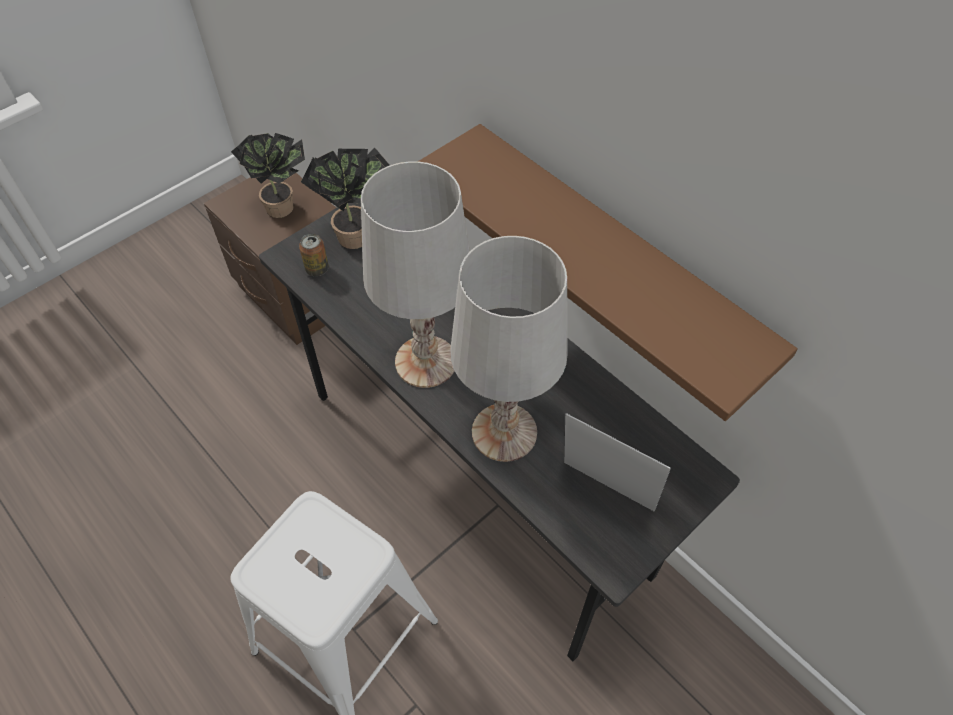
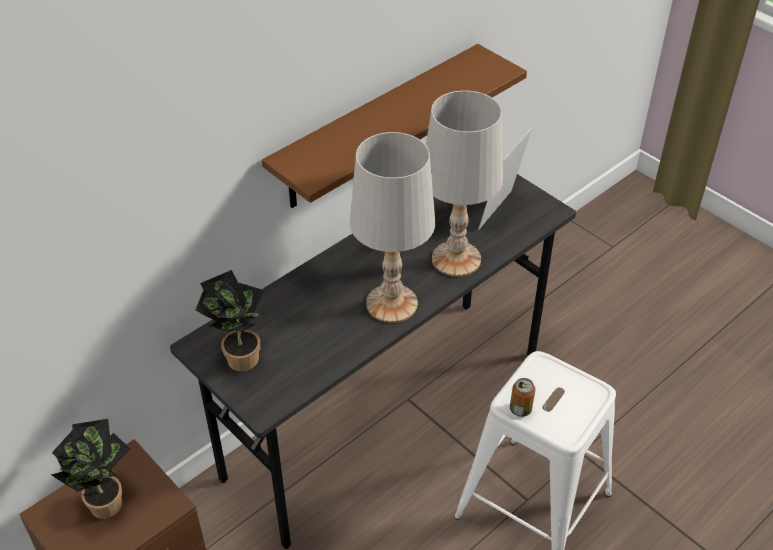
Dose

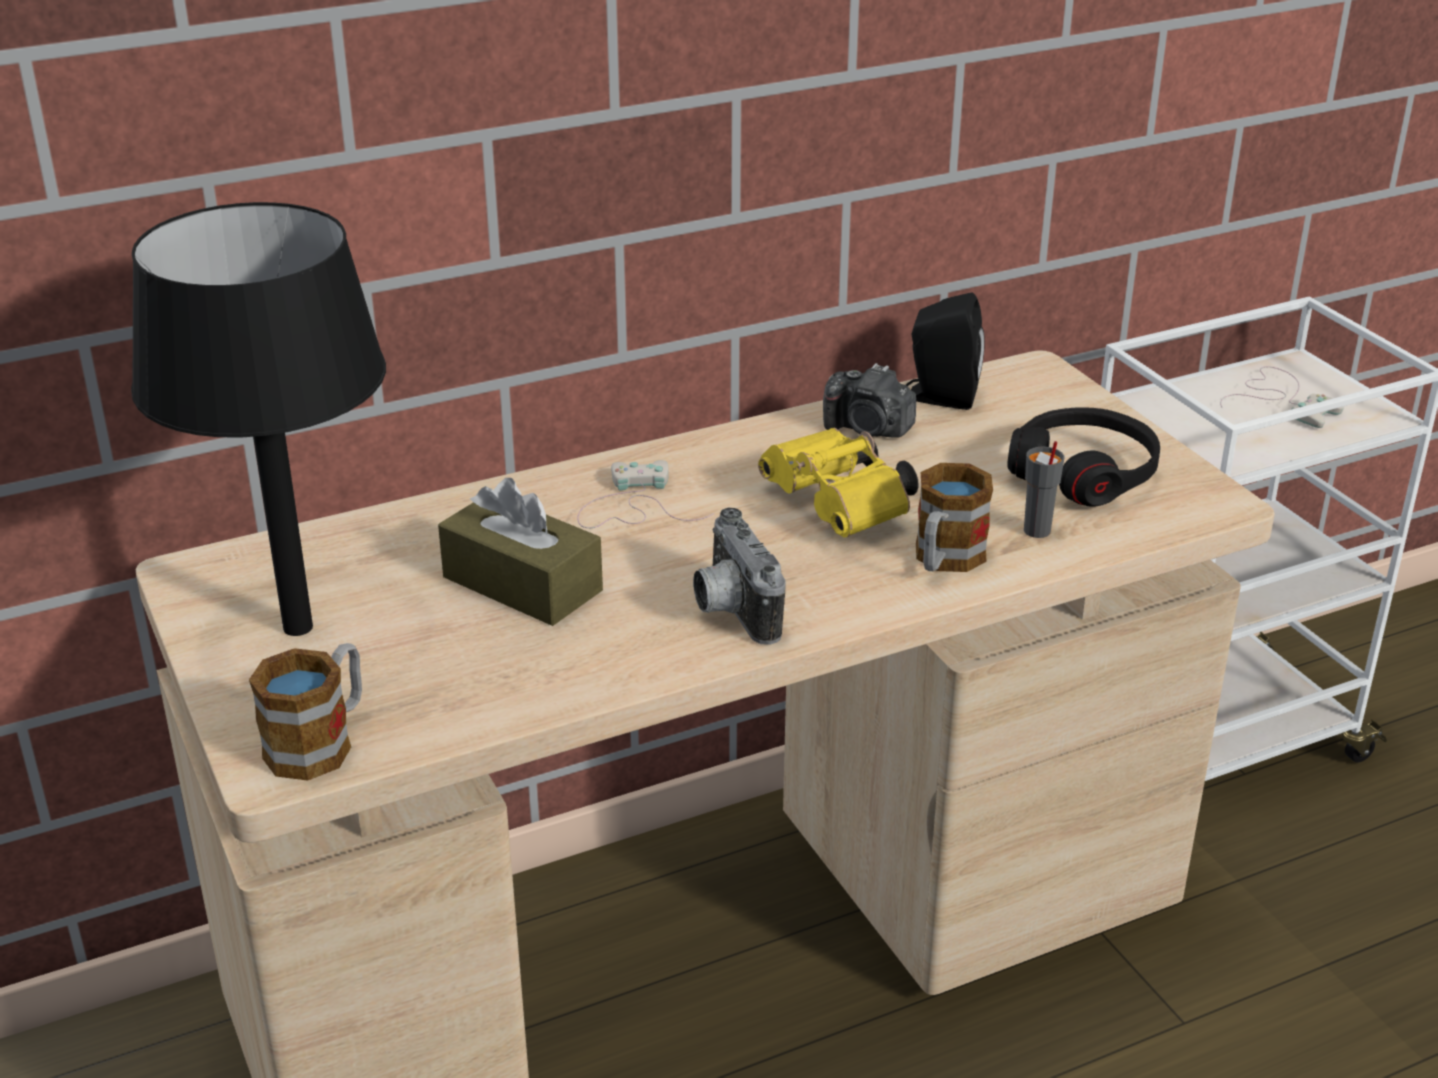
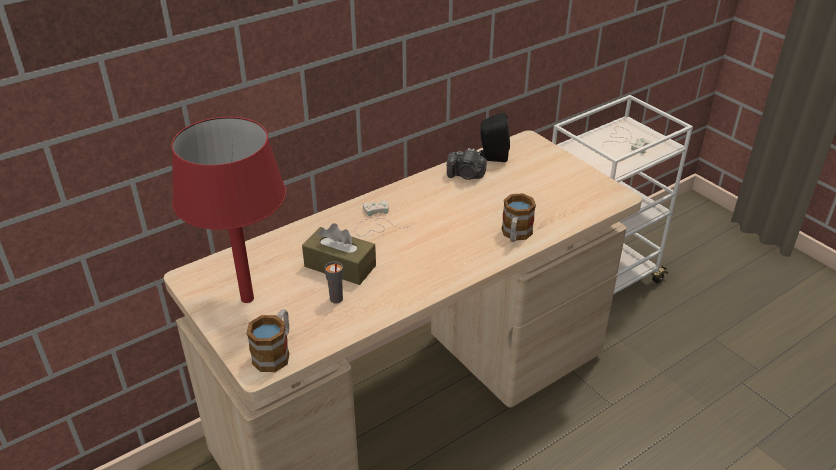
Tischlampe [rot]; Tasse [grau]; Kamera (no. 1 from left in the first image); Fernglas [gelb]; Kopfhörer [schwarz]

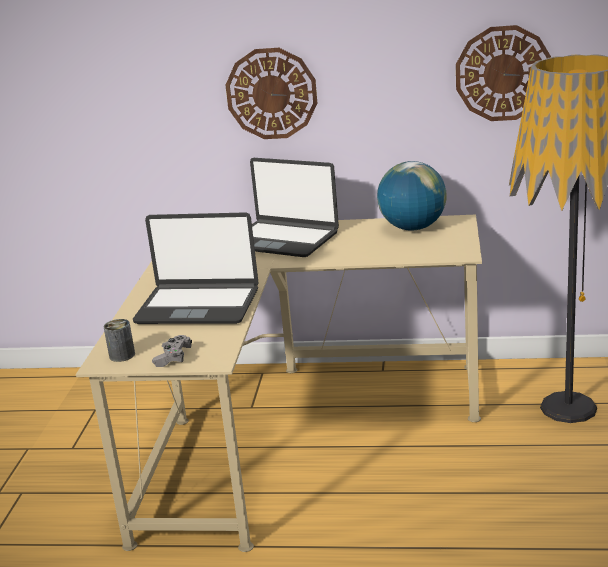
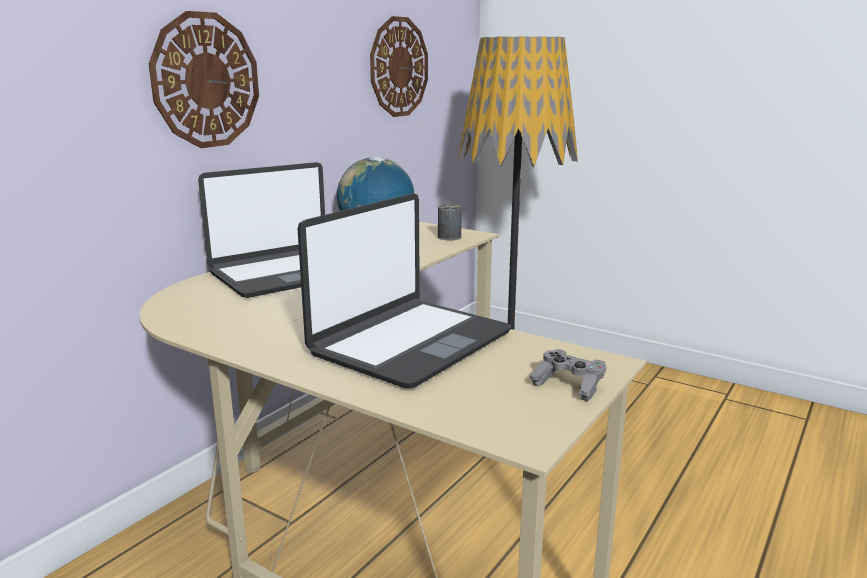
Dose

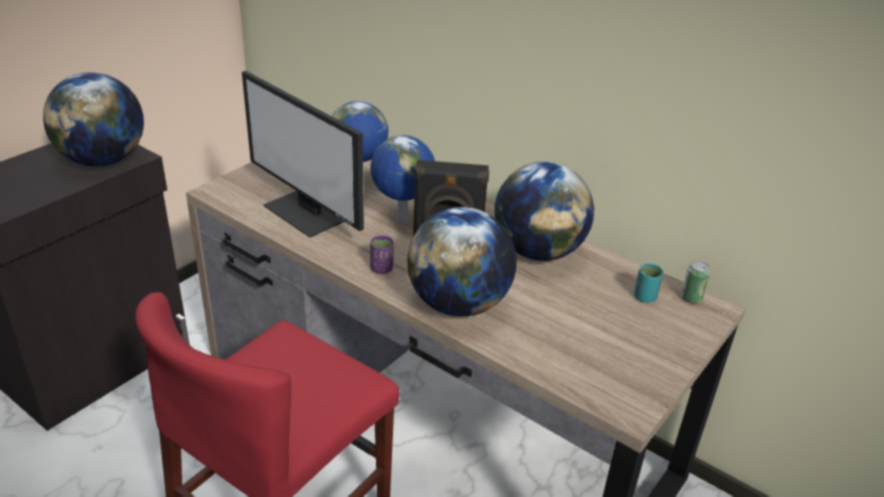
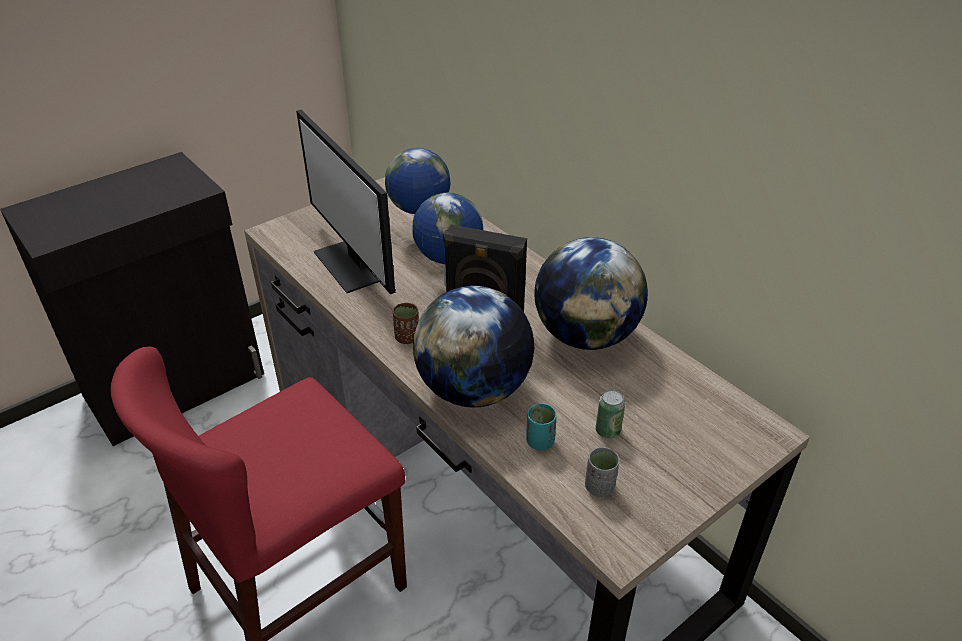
Tasse [braun]; Tasse [türkis]; Tasse [grau]; Dose; Globus (no. 1 from left in the first image)

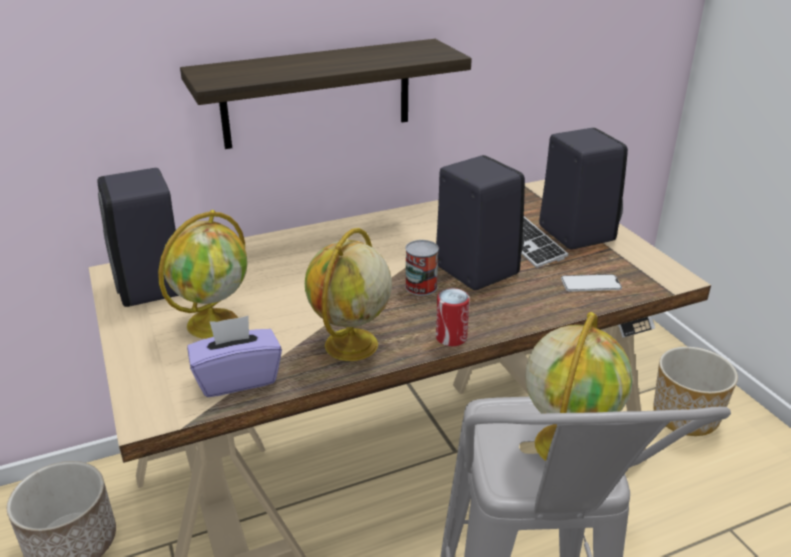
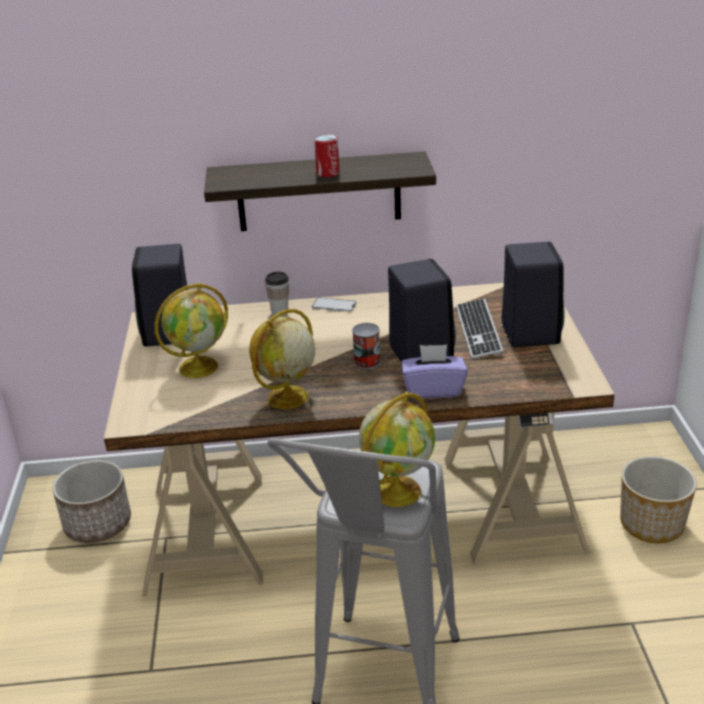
Tasse; Handy; Dose (no. 1 from left); Taschentuchbox [lila]

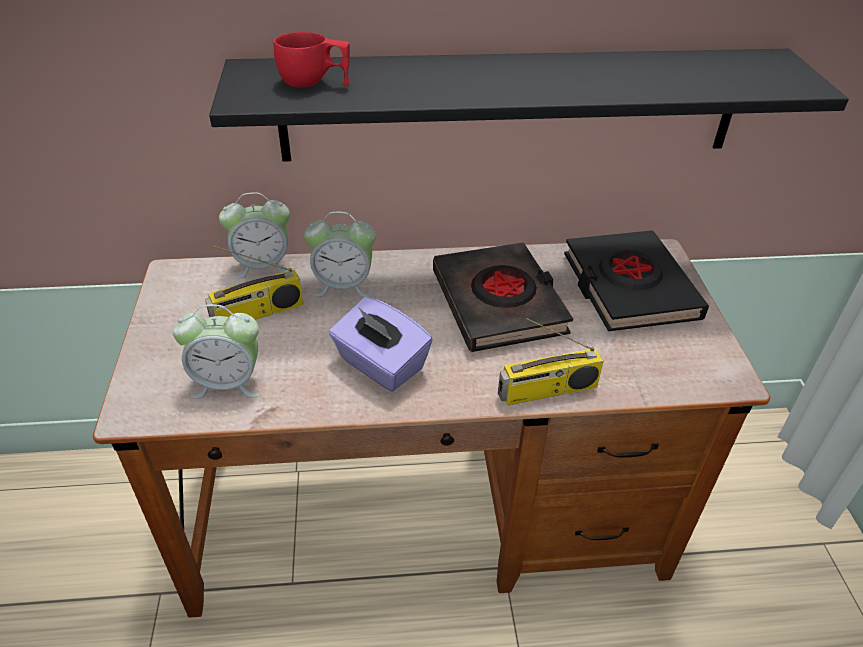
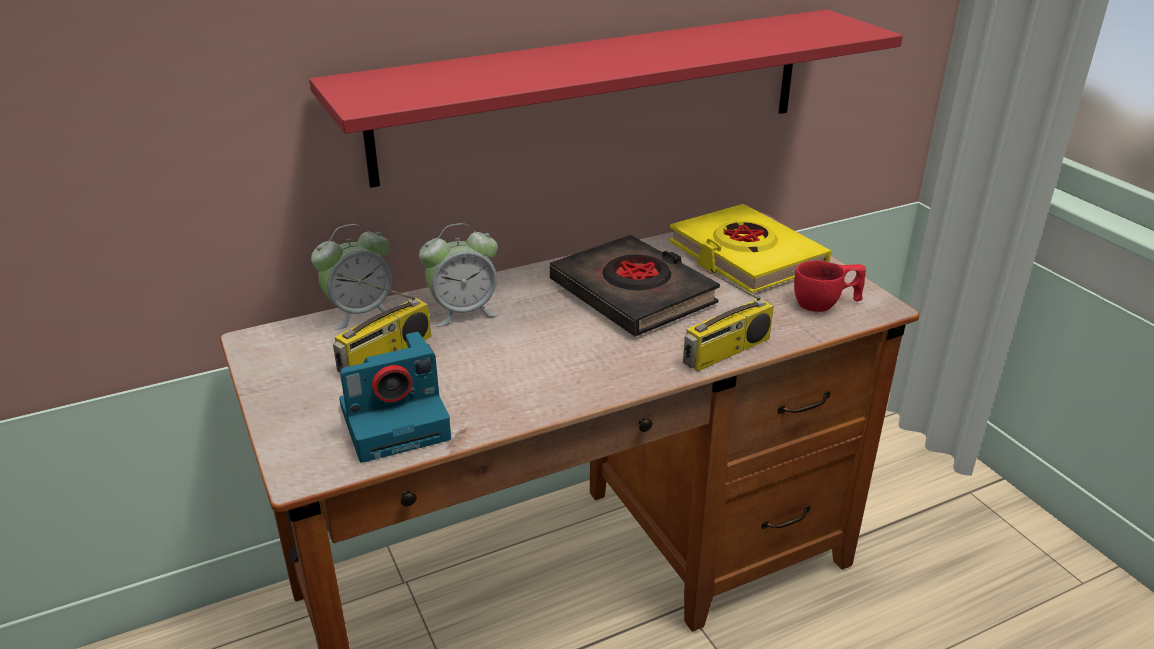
Wandregal [rot]; Kamera; Buch [gelb]; Tasse [rot]; Taschentuchbox [lila]

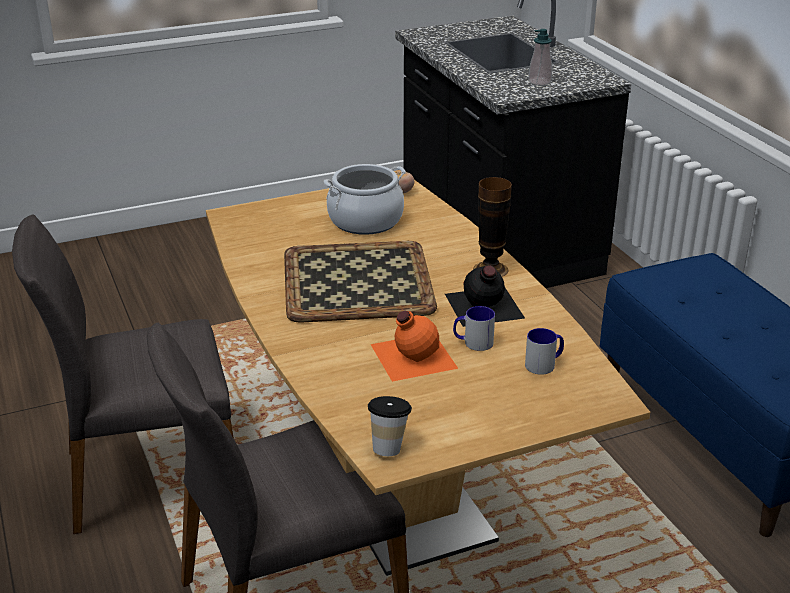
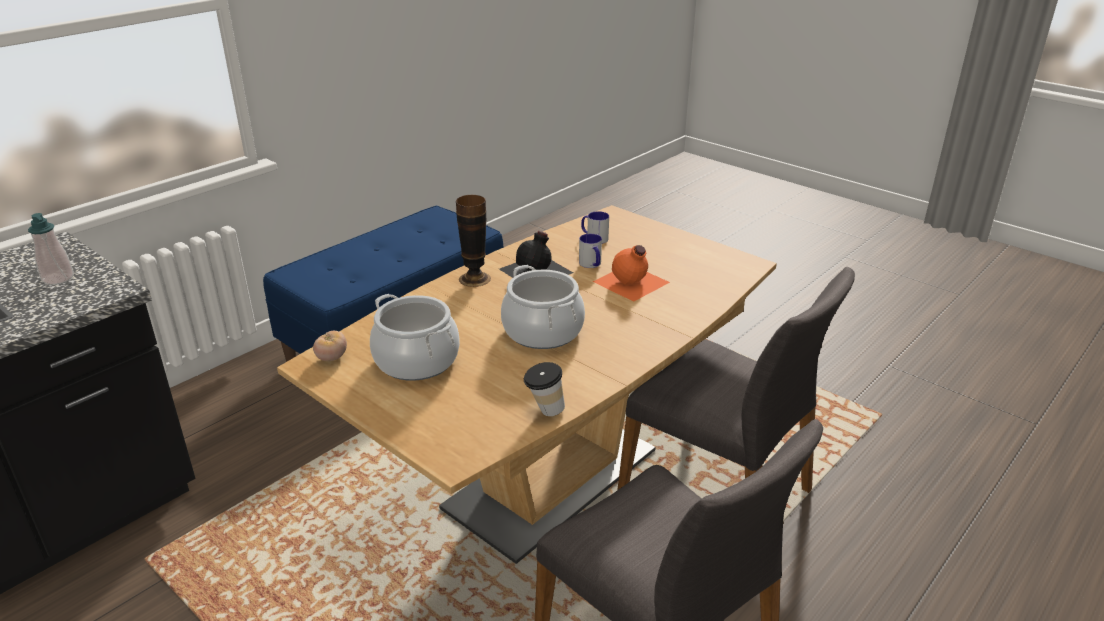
Kochtopf (no. 2 from left); Tasse

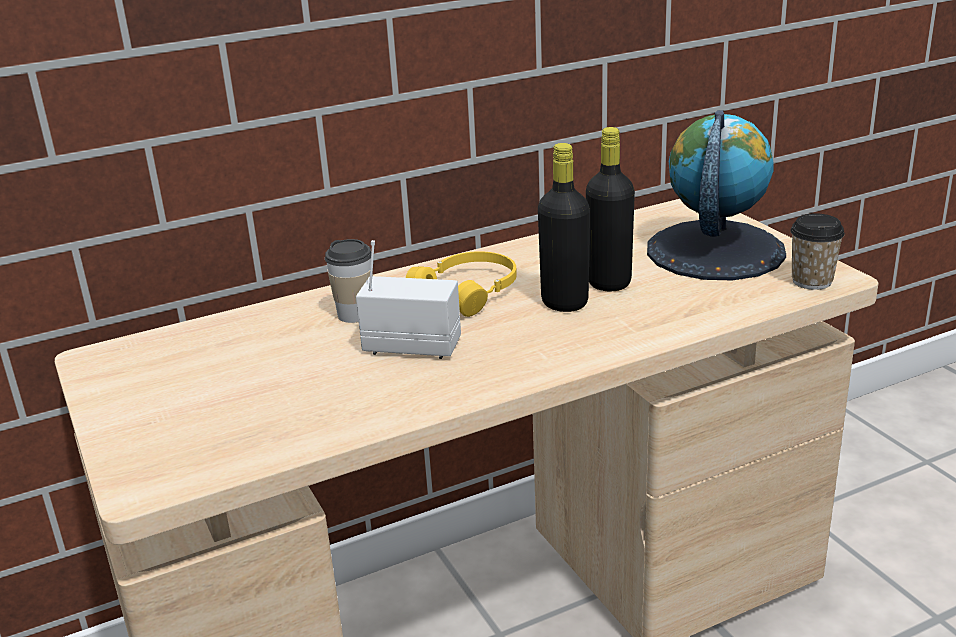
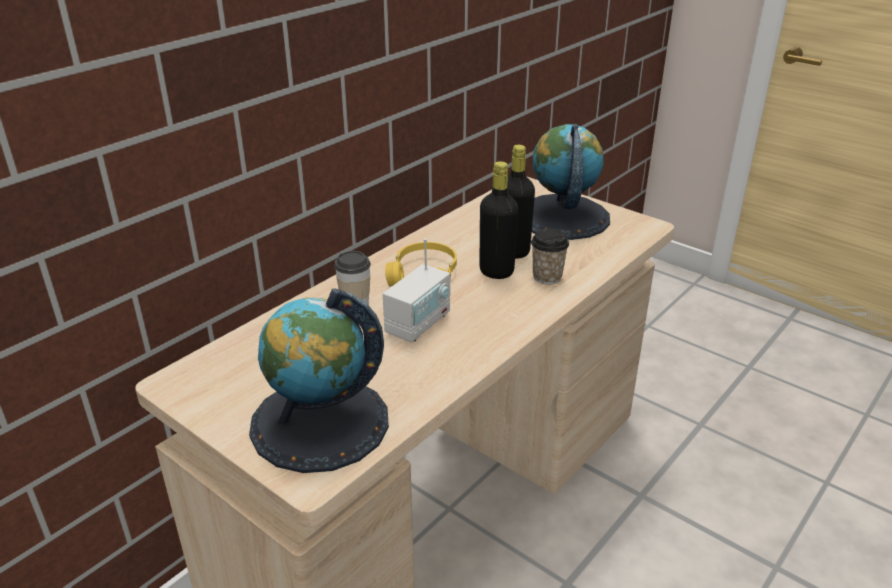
Globus (no. 1 from left); Radio; Tasse (no. 2 from left)

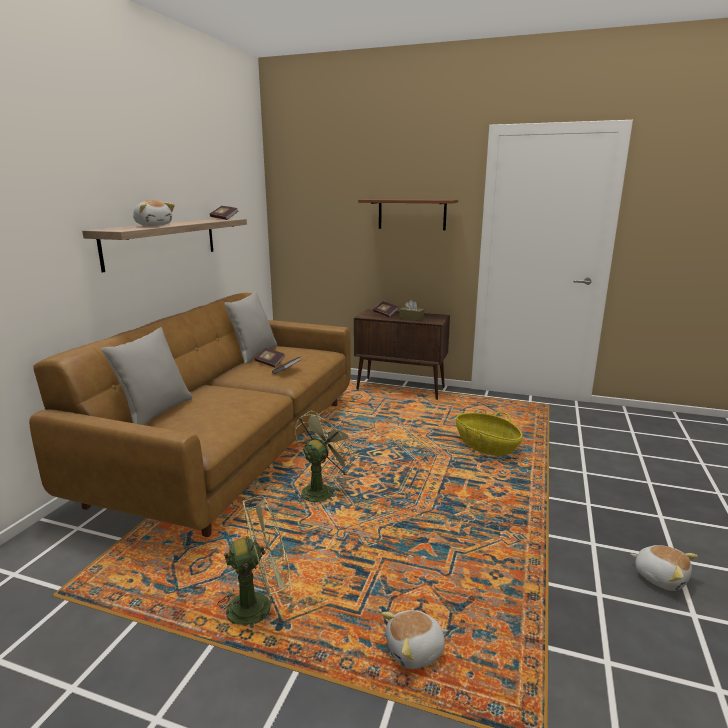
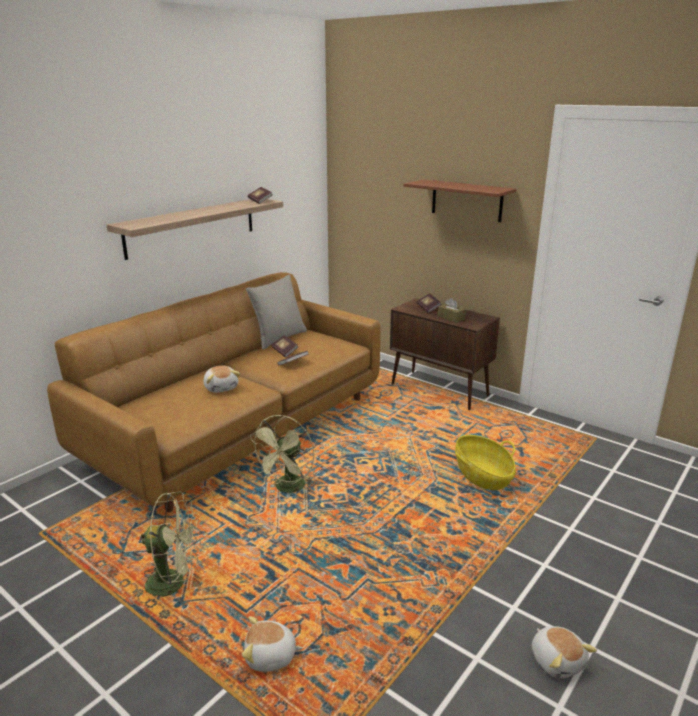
Plüschtier (no. 1 from left); Ventilator [grün] (no. 2 from left); Kissen [grau] (no. 1 from left in the first image)

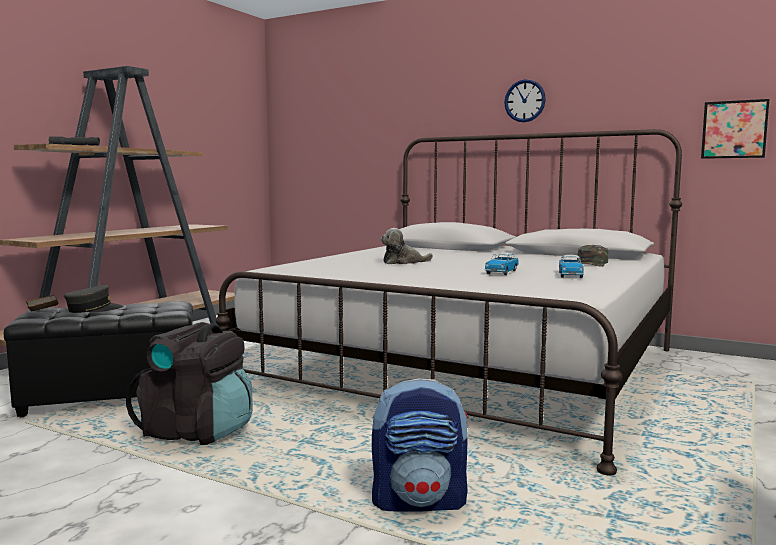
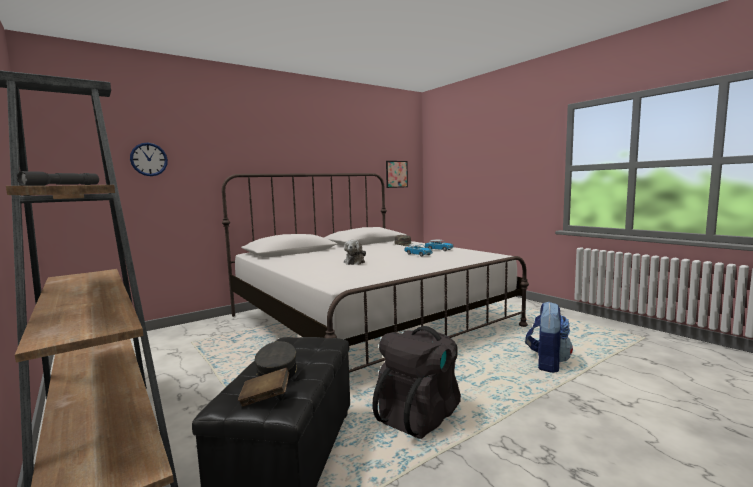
Wanduhr

